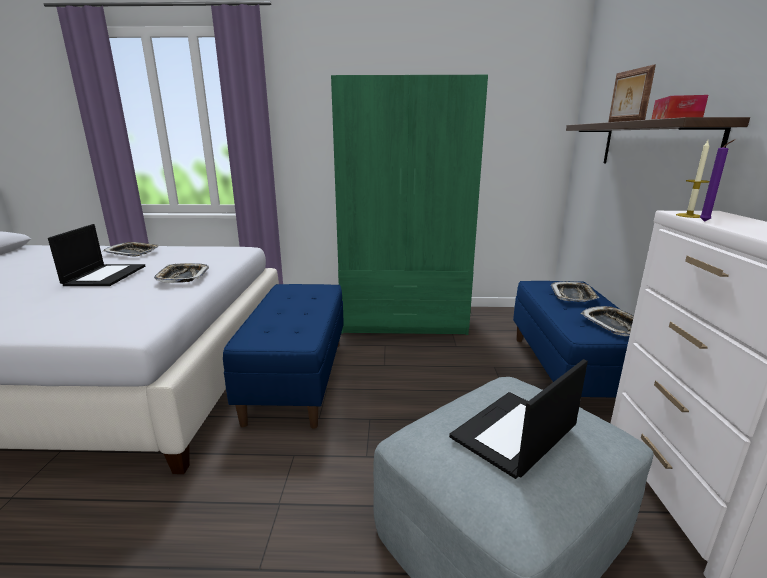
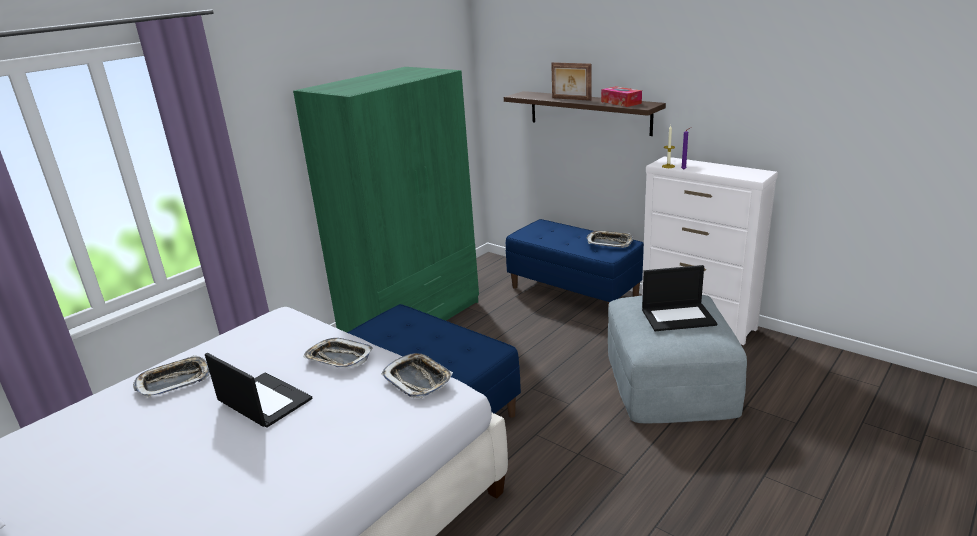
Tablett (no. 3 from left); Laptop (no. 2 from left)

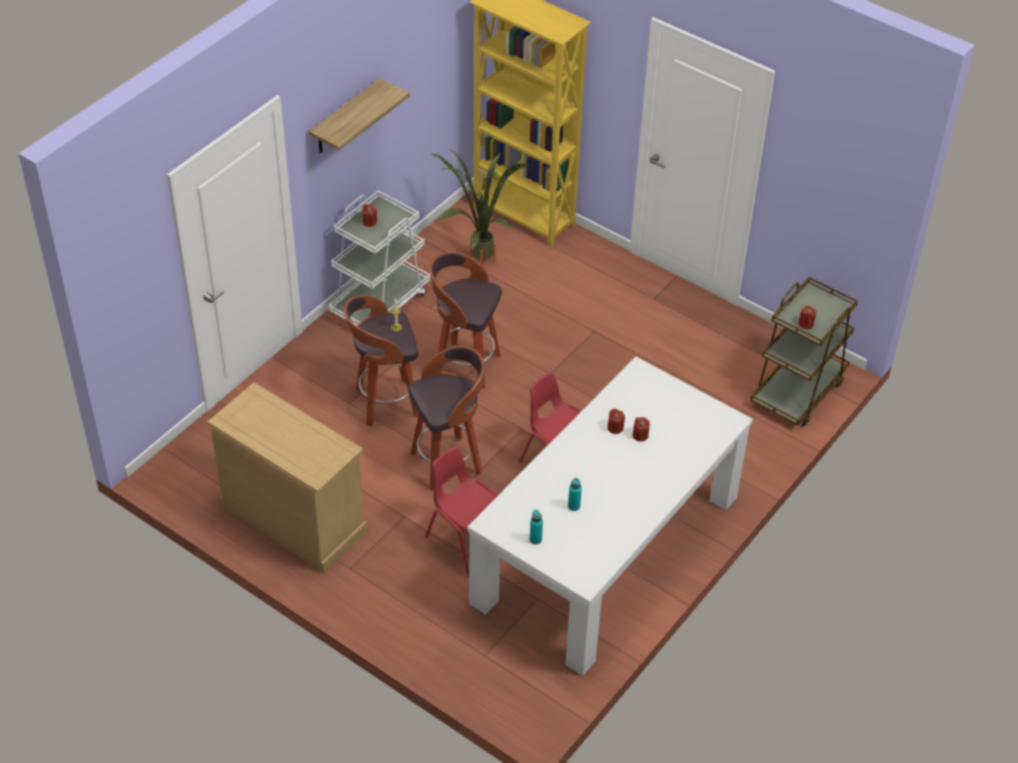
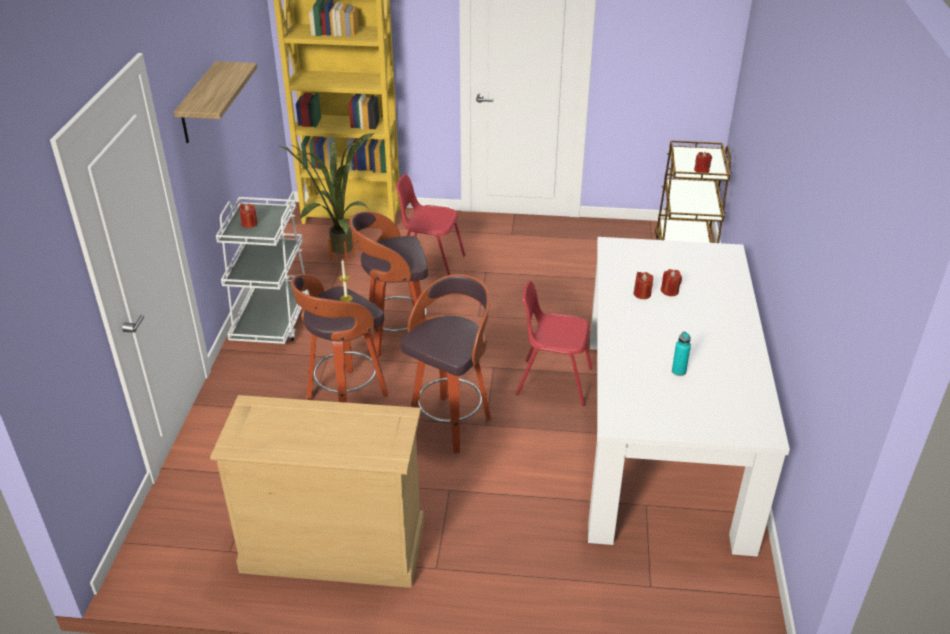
Stuhl [rot] (no. 1 from left); Flasche [türkis] (no. 1 from left in the first image)

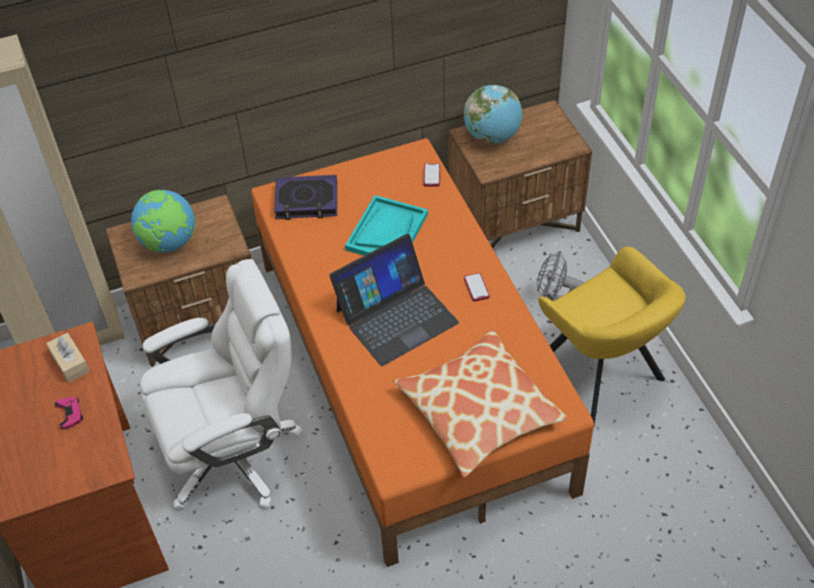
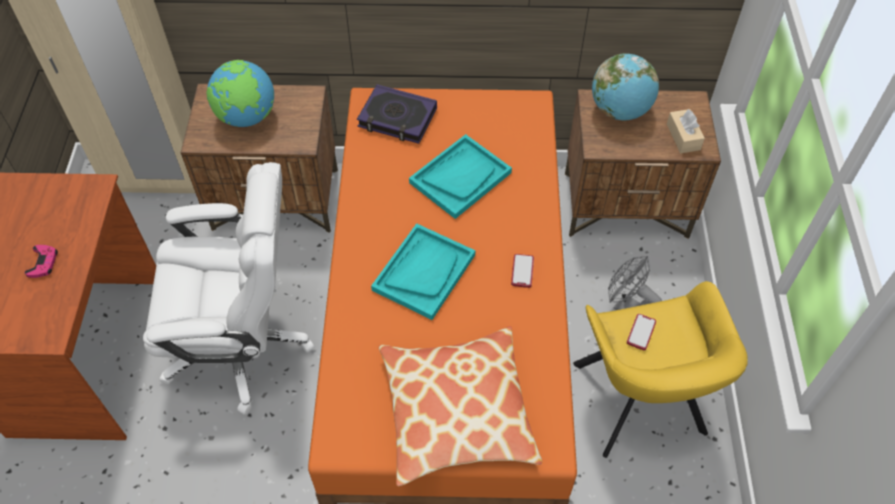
Tablett [türkis] (no. 1 from left); Handy (no. 2 from left); Taschentuchbox [beige]

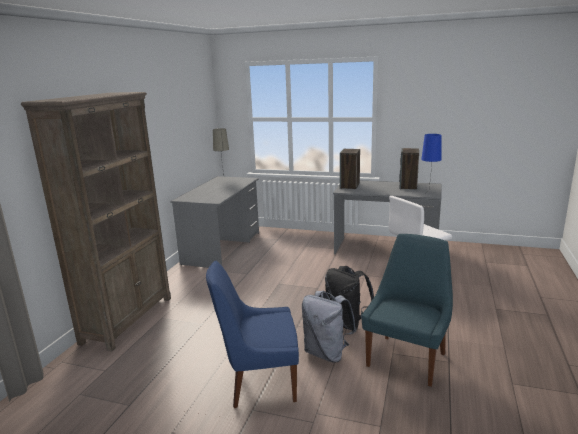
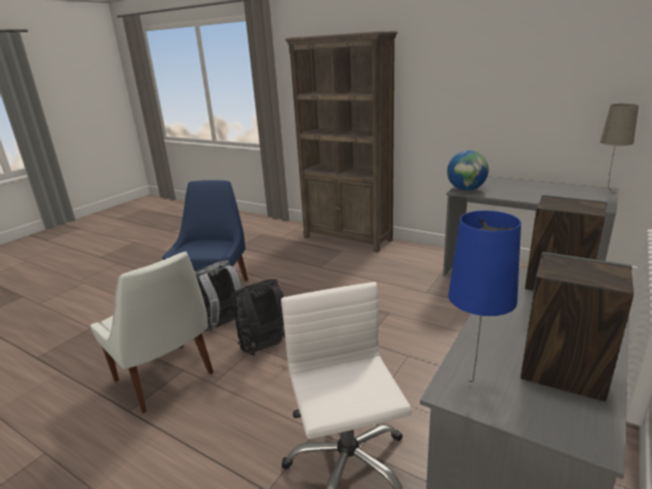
Stuhl [weiß]; Globus

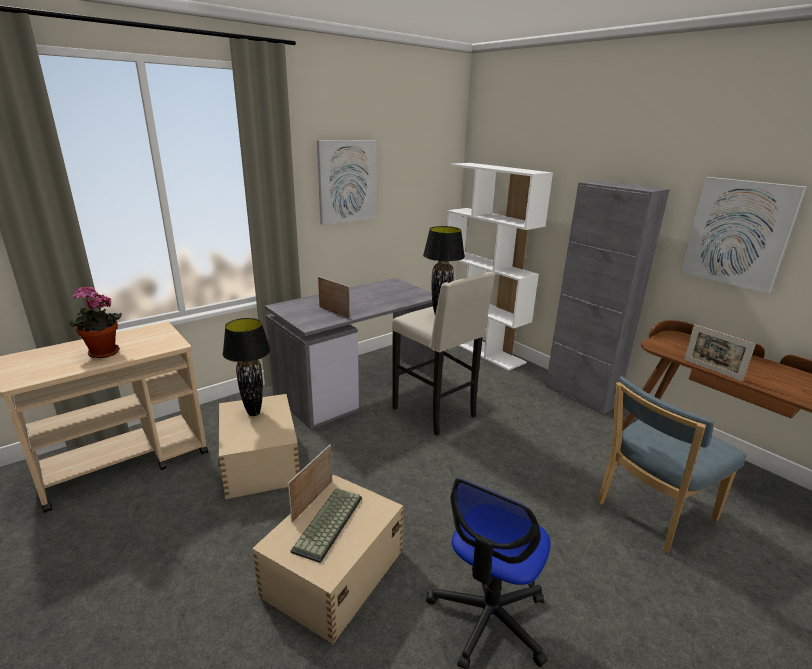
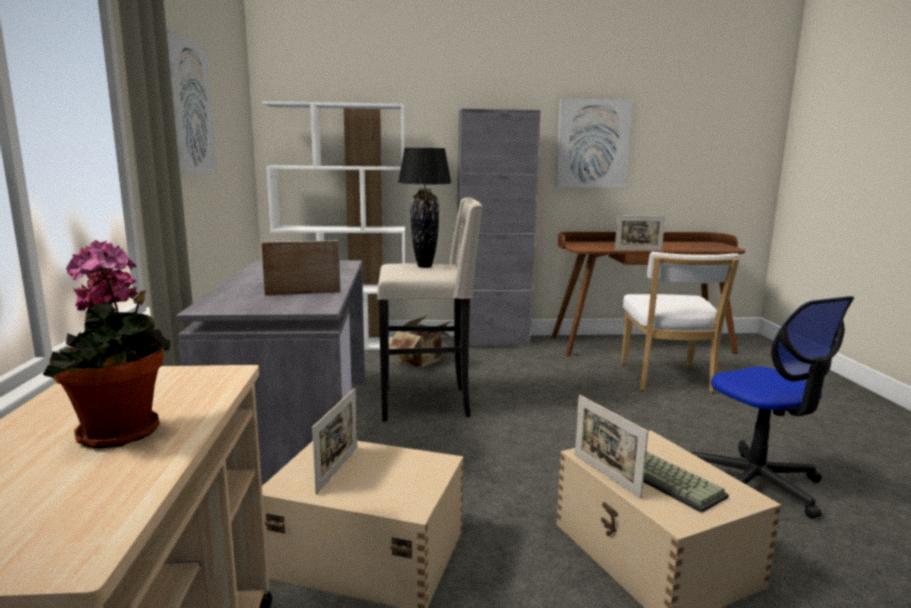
Bilderrahmen (no. 2 from left); Karton; Stuhl [weiß]

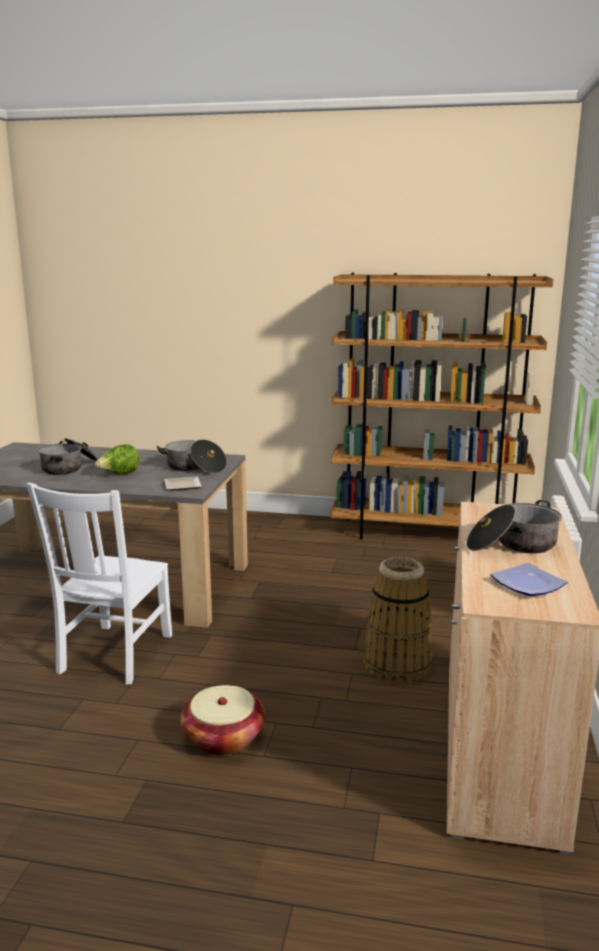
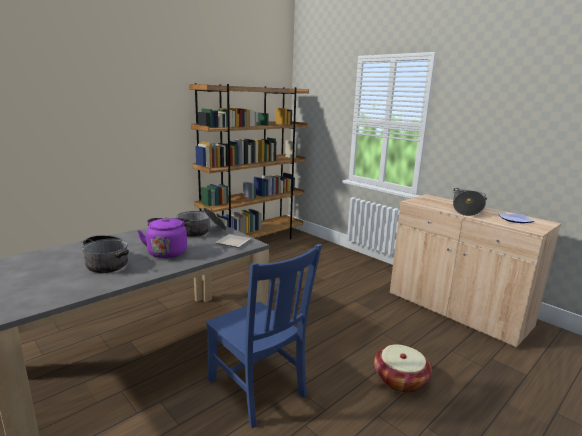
Wasserkessel [lila]; Stuhl [blau]; Korb (no. 2 from left in the first image)

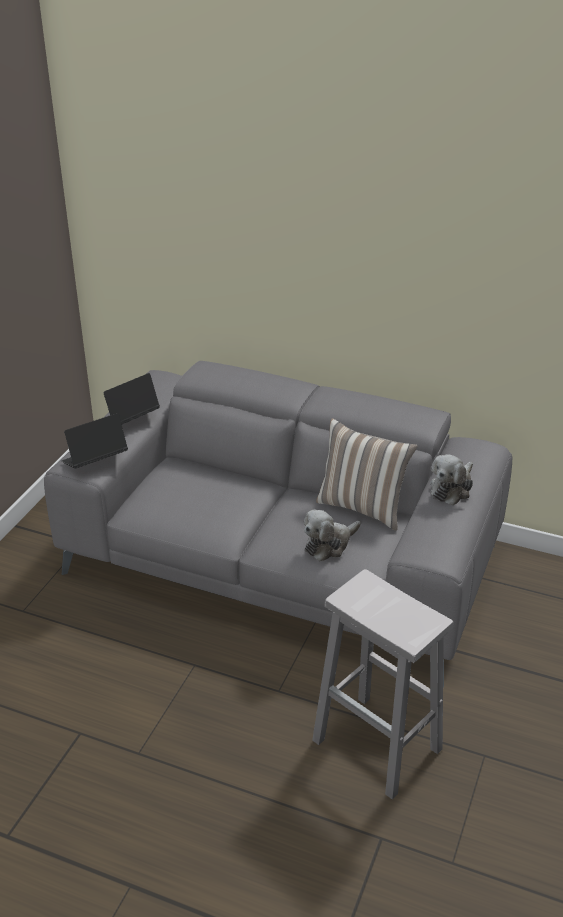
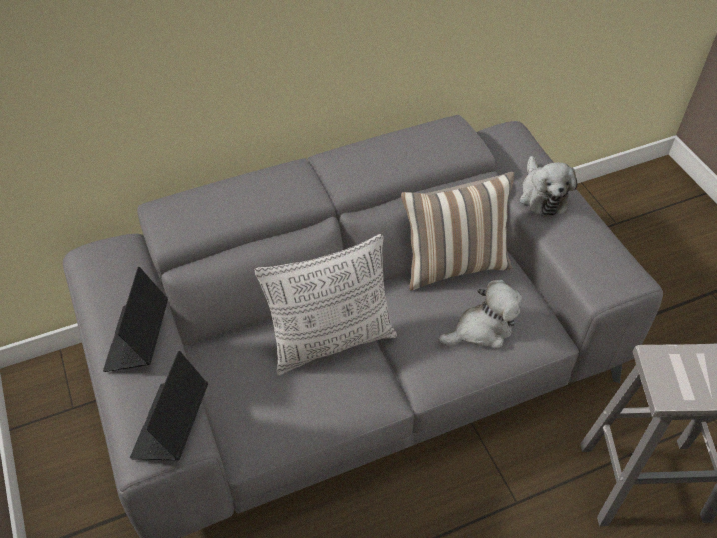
Kissen (no. 1 from left); Plüschtier (no. 1 from left)

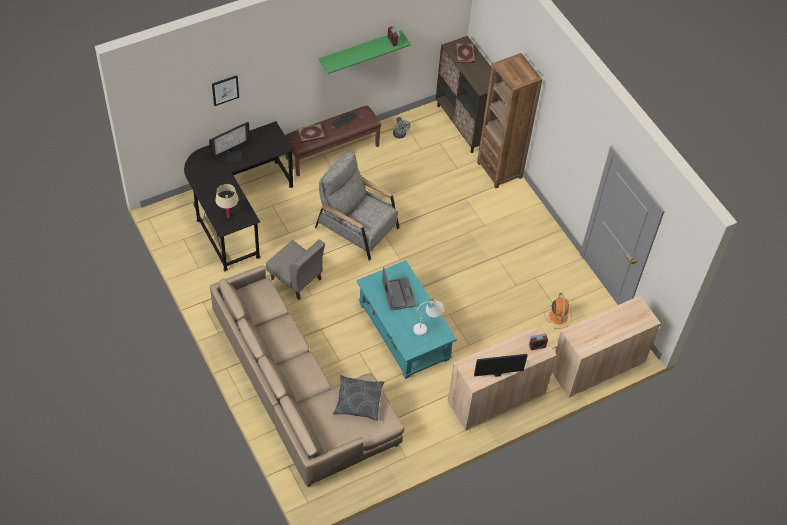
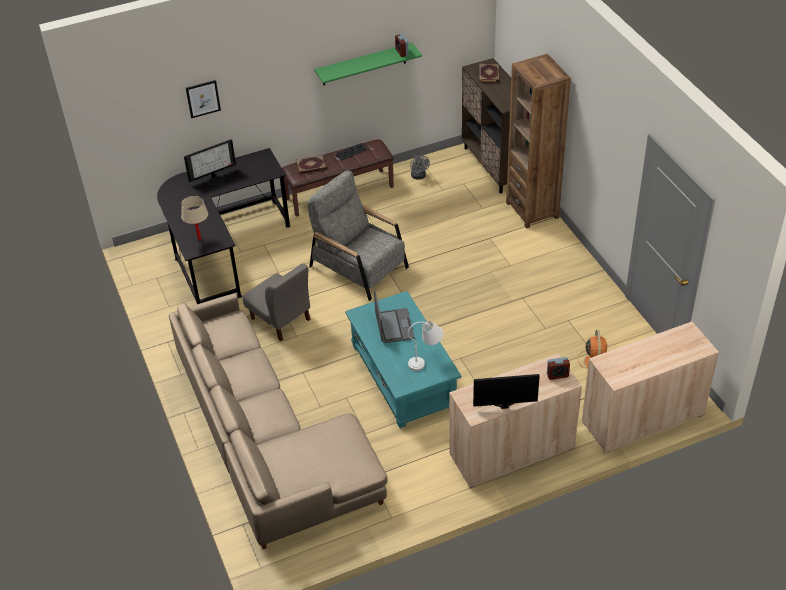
Kissen [grau]

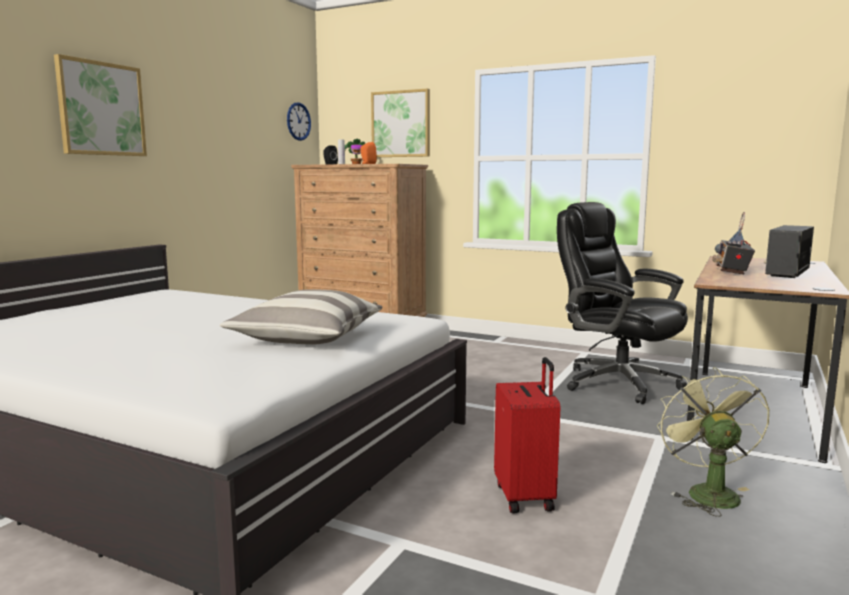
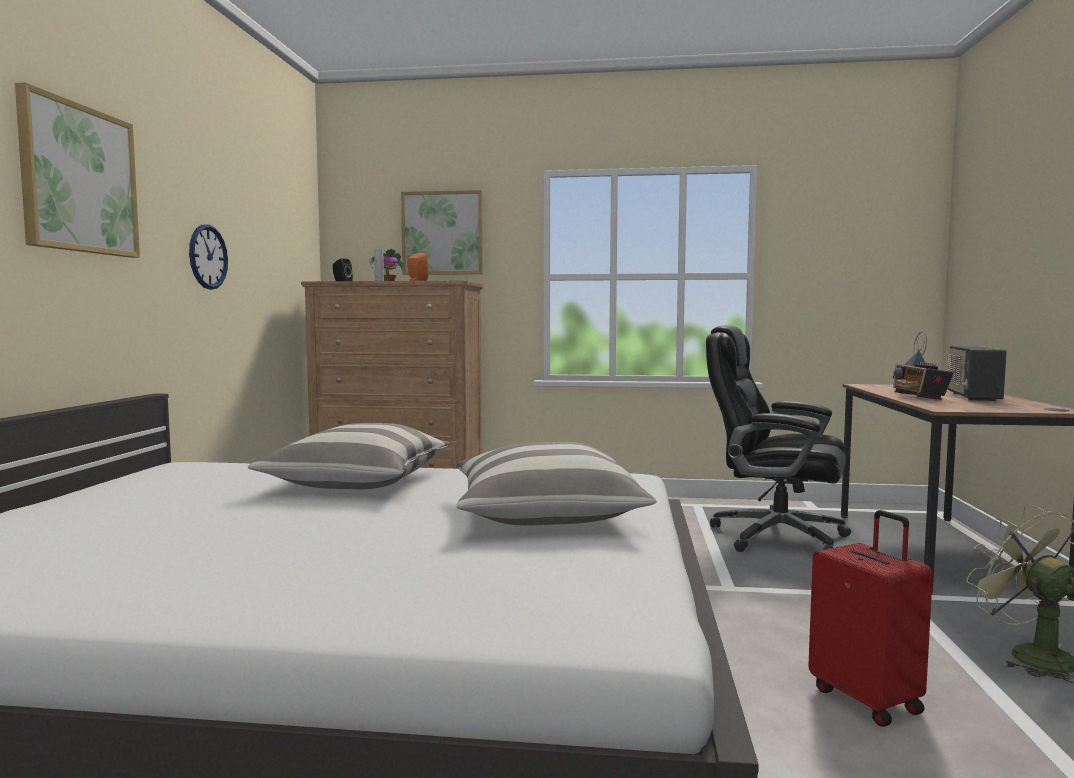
Wanduhr; Kissen (no. 1 from left)

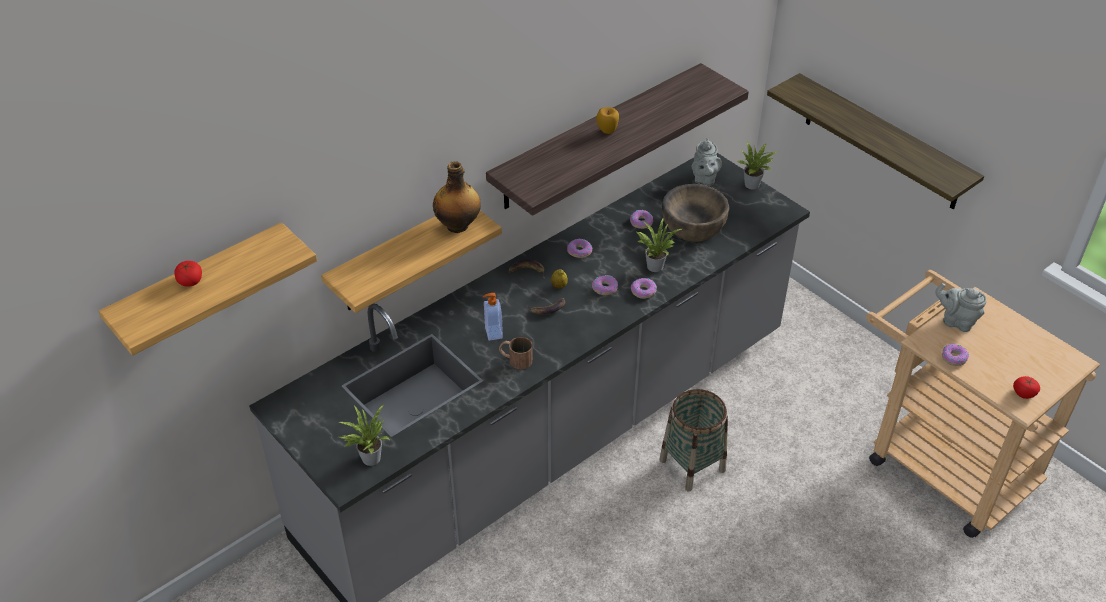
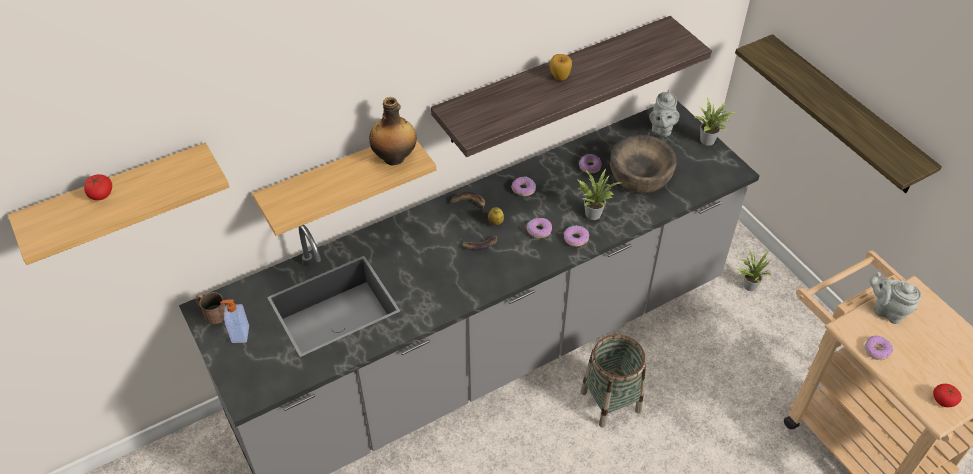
Henkelbecher [braun]; Seifenspender; Topfpflanze (no. 3 from left)

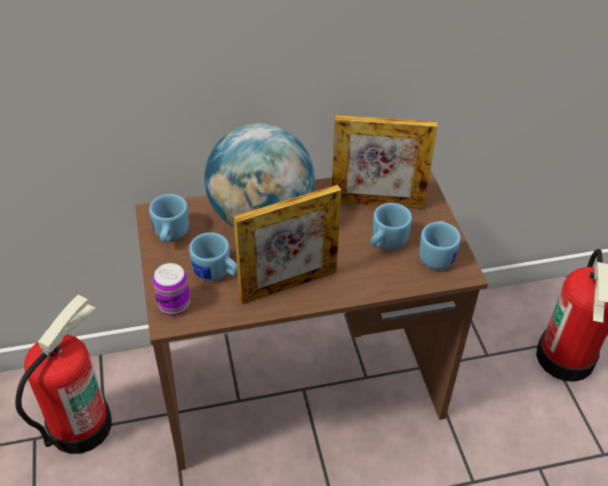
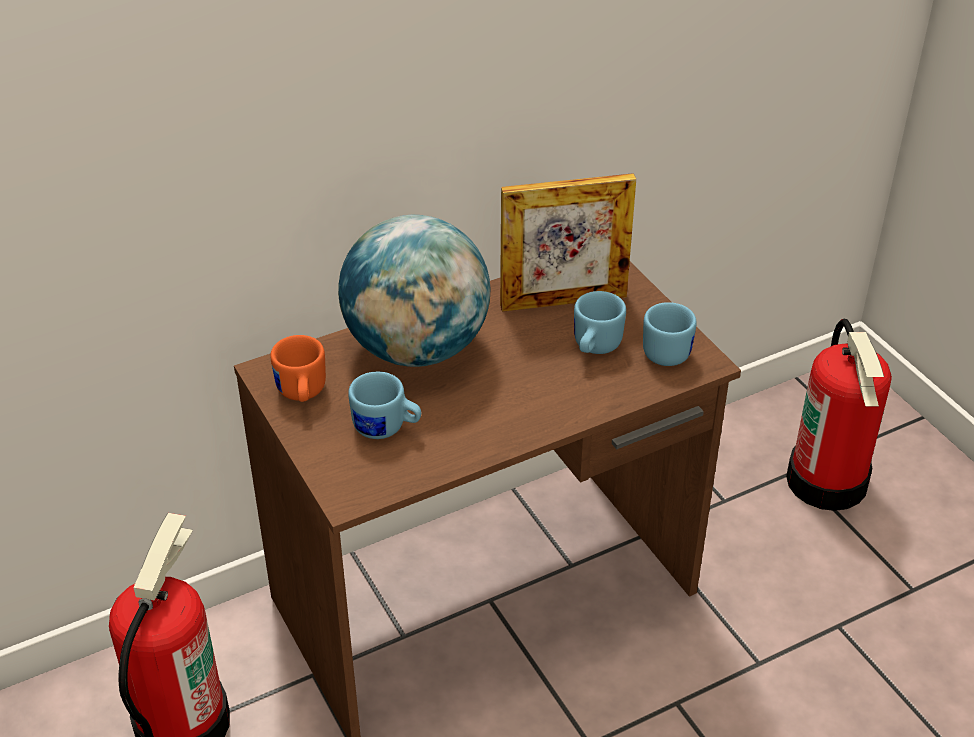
Henkelbecher [orange]; Dose; Bilderrahmen (no. 1 from left in the first image)

